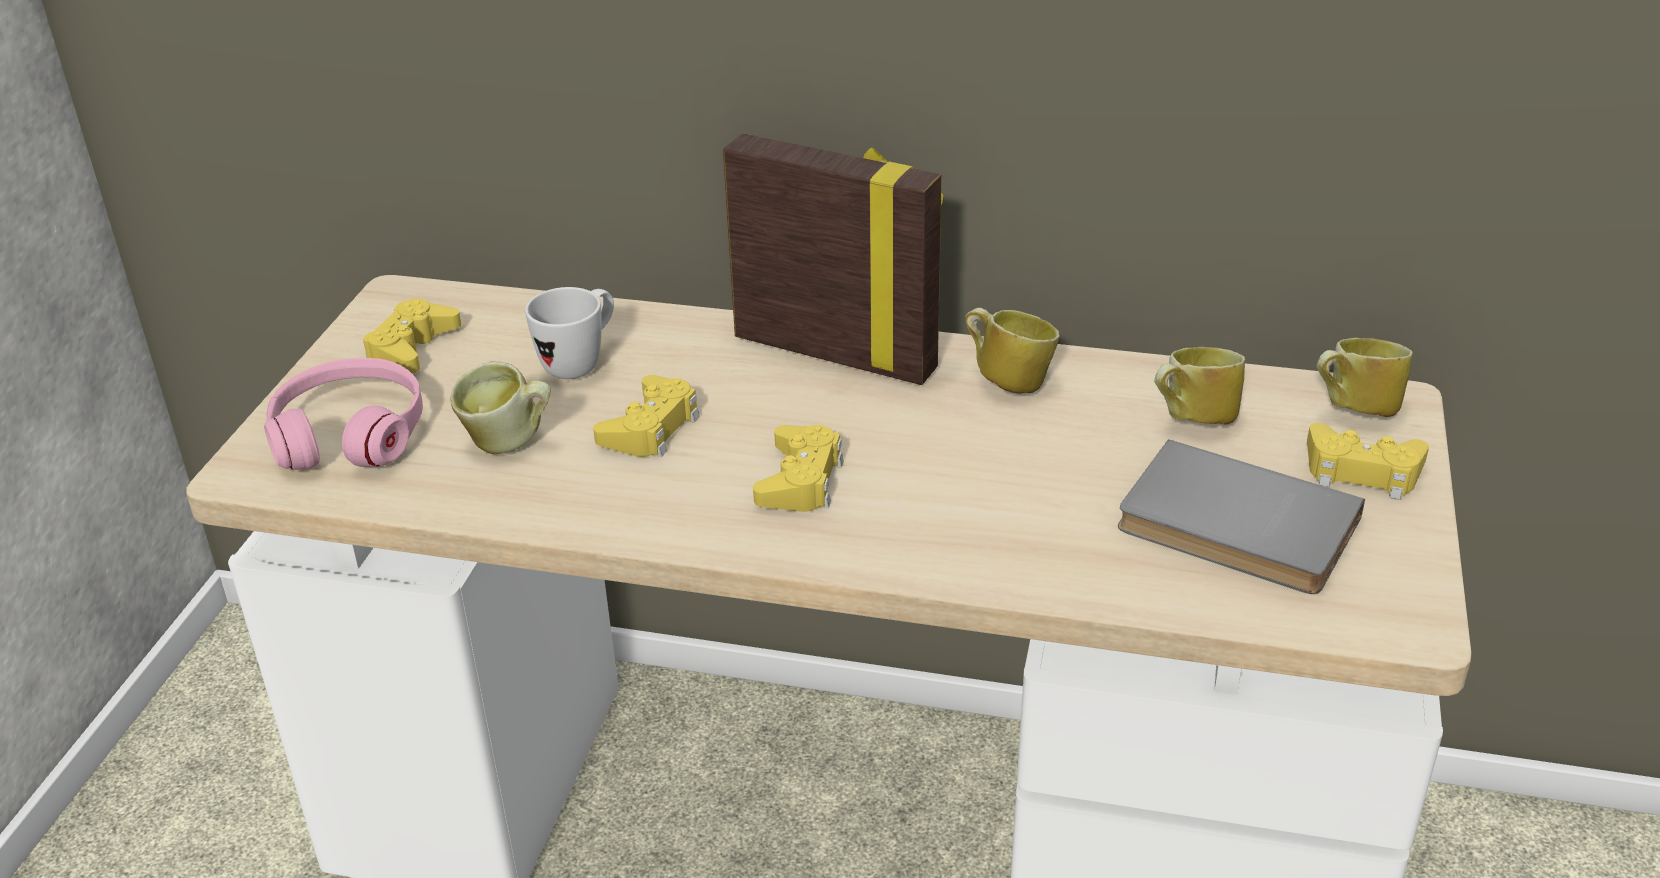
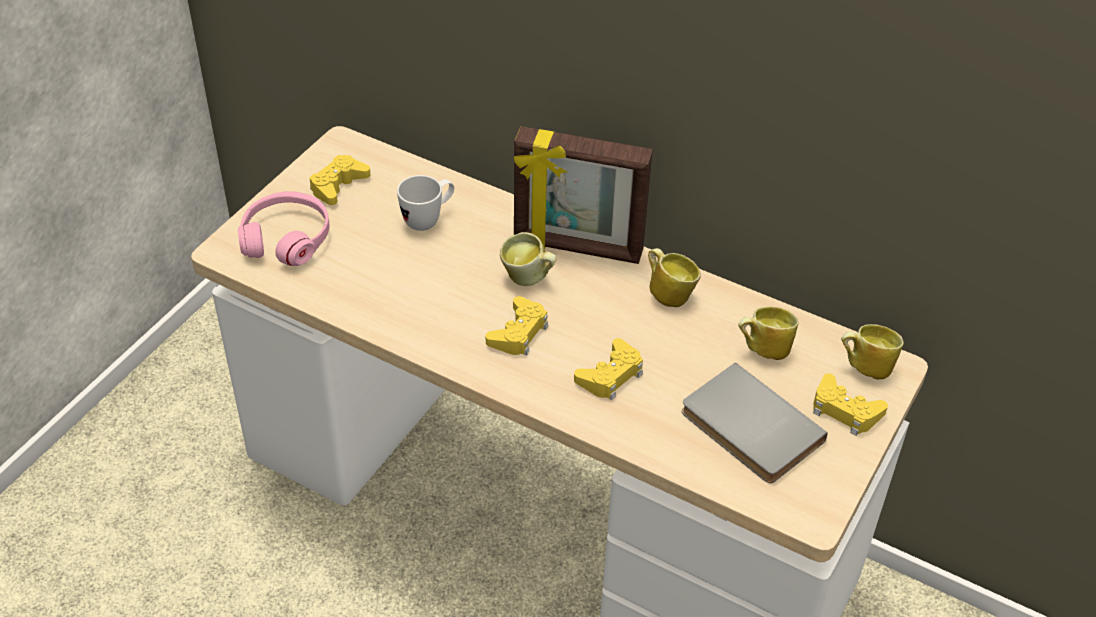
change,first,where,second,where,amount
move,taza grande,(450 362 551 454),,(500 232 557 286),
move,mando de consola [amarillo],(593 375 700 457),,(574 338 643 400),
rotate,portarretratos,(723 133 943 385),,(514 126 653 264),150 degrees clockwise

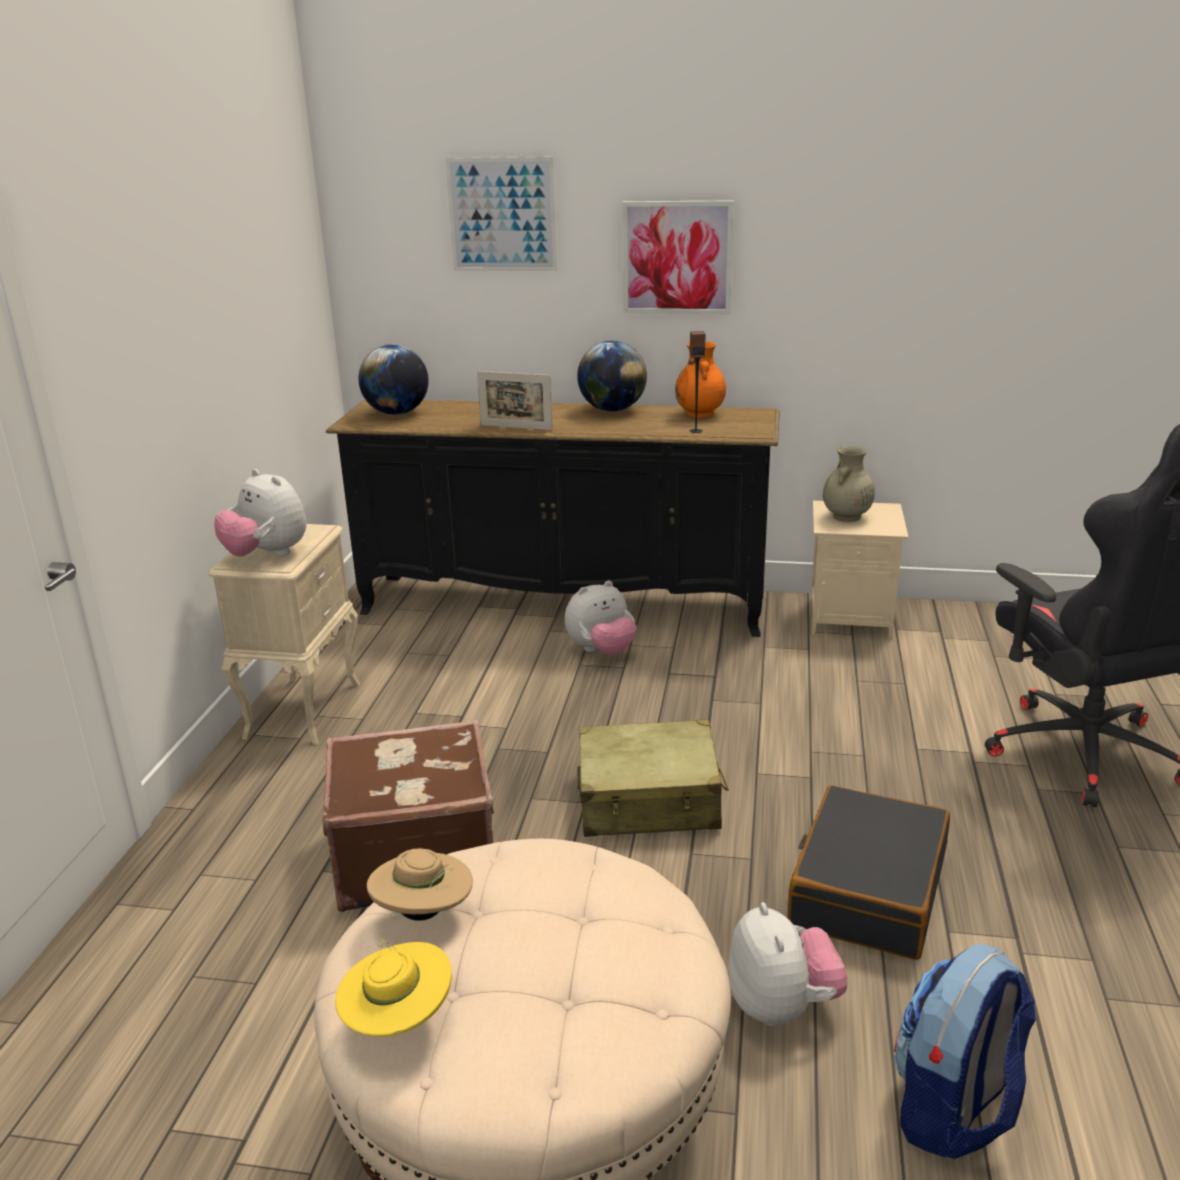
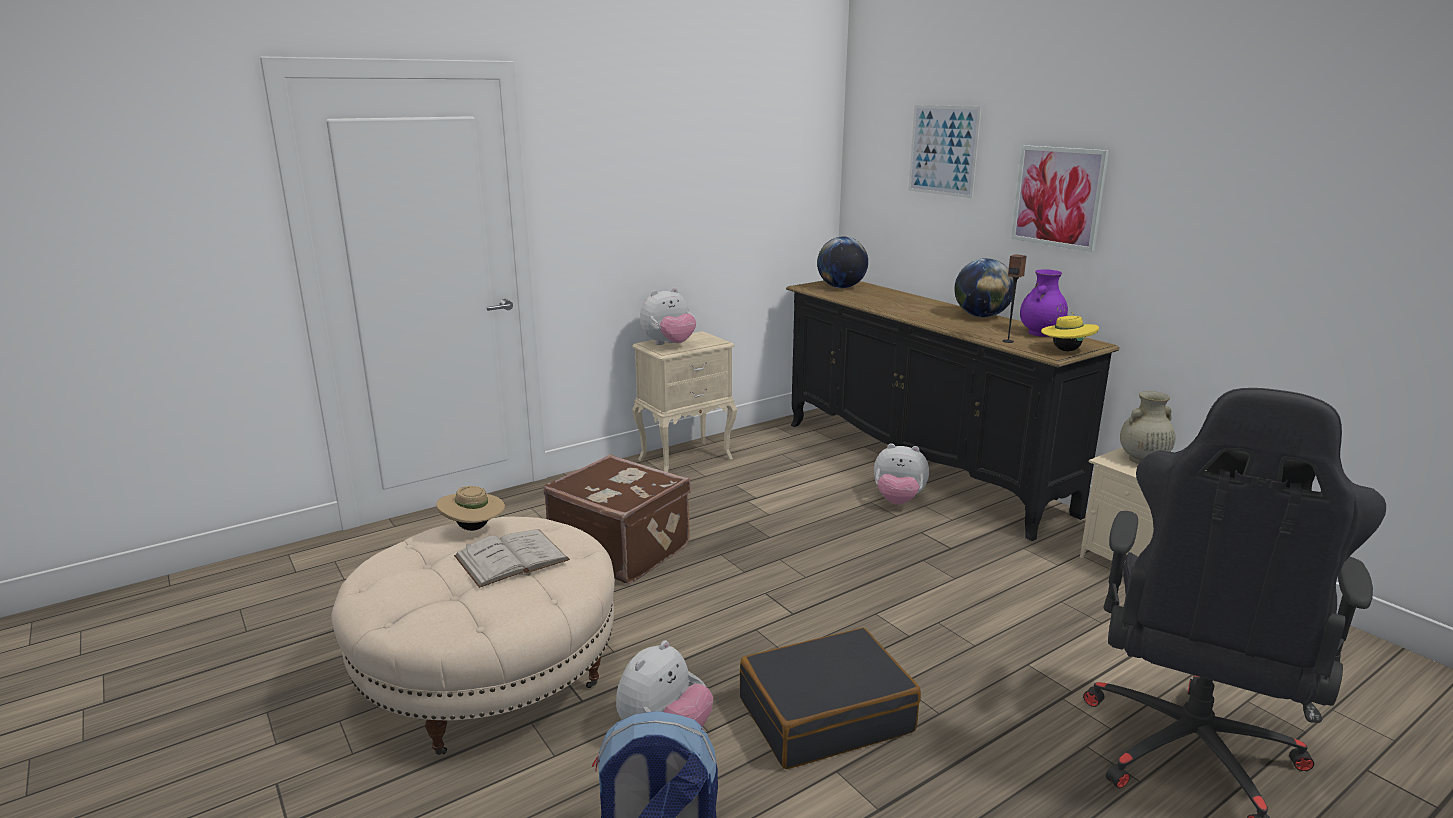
change,first,where,second,where,amount
delete,portarretratos,(477 371 553 430),,,
delete,maleta [beis],(577 719 729 837),,,
insert,,,libro [blanco],(454 529 570 588),
move,sombrero [amarillo],(335 939 452 1037),,(1041 312 1099 351),
recolor,florero [naranja],(675 341 726 418),florero [morado],(1020 269 1068 337),
rotate,peluche,(214 469 307 557),,(640 288 696 345),120 degrees counterclockwise

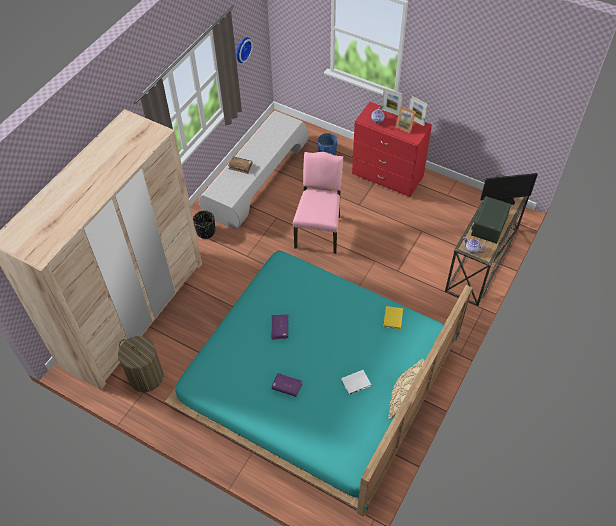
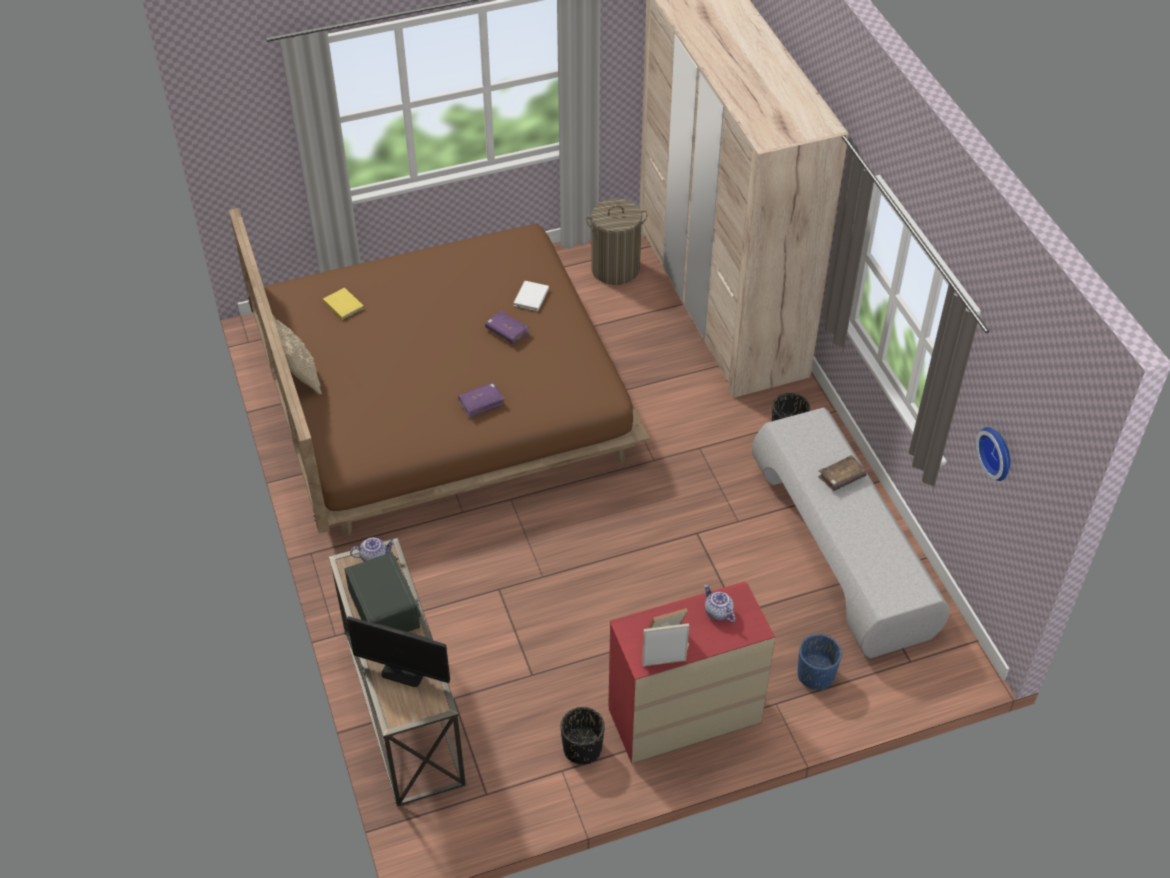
change,first,where,second,where,amount
delete,silla [rosa],(293 152 343 254),,,
delete,portarretratos,(382 88 403 115),,,
insert,,,maceta [negro],(561 707 605 765),
move,libro [morado],(272 373 302 397),,(458 382 504 419),
move,libro [blanco],(341 370 371 395),,(514 281 549 311),
move,libro [amarillo],(383 306 403 329),,(323 287 364 320),
recolor,cama [turquesa],(165 250 472 517),cama [marrón],(229 208 650 536),
rotate,monitor,(480 173 538 205),,(347 616 450 687),105 degrees counterclockwise

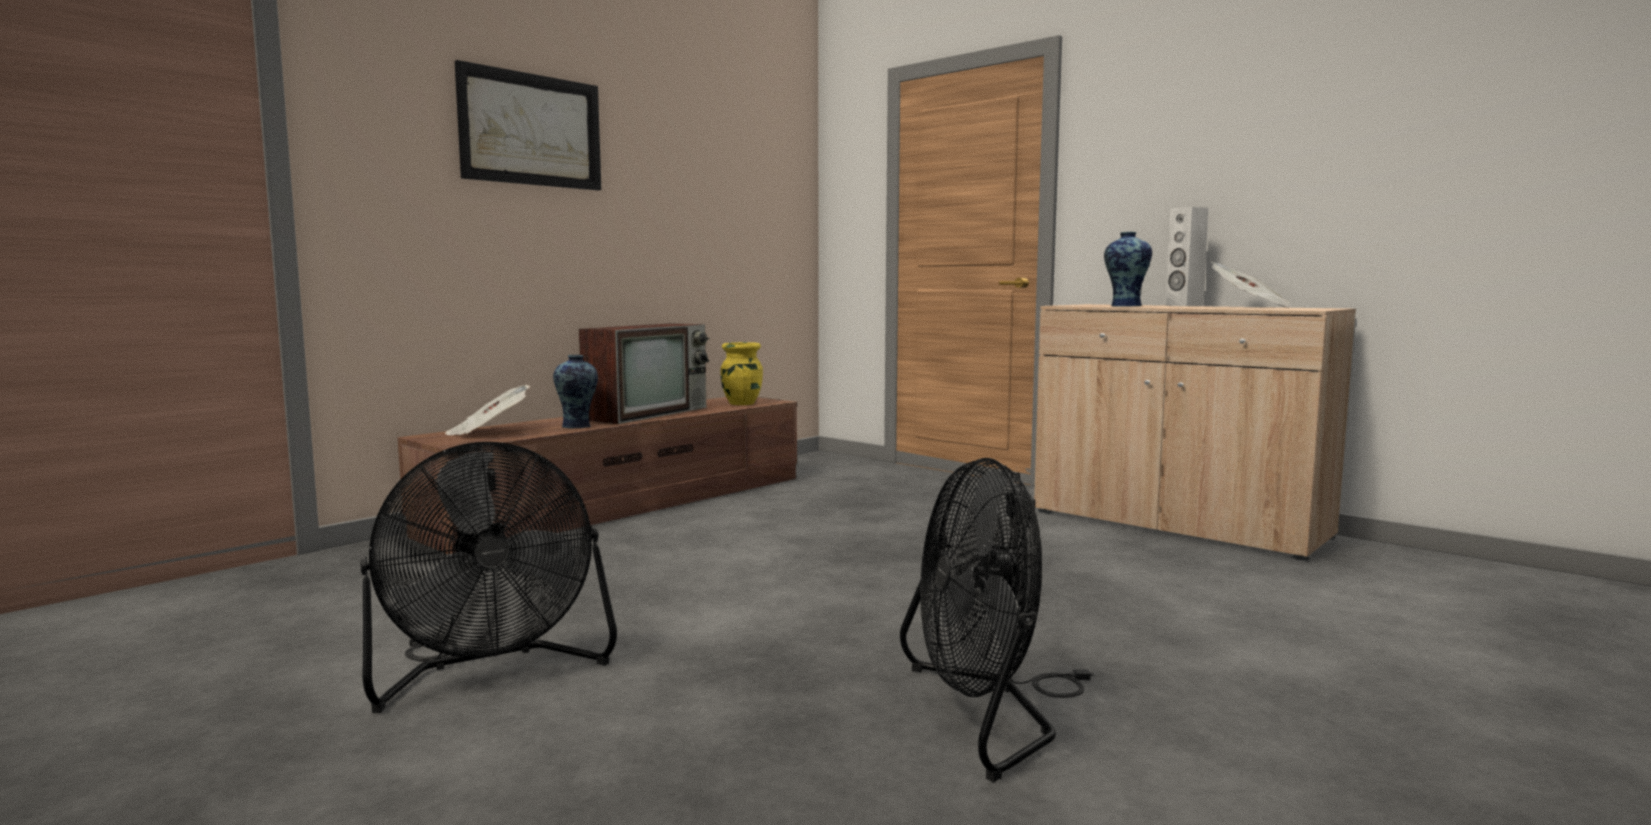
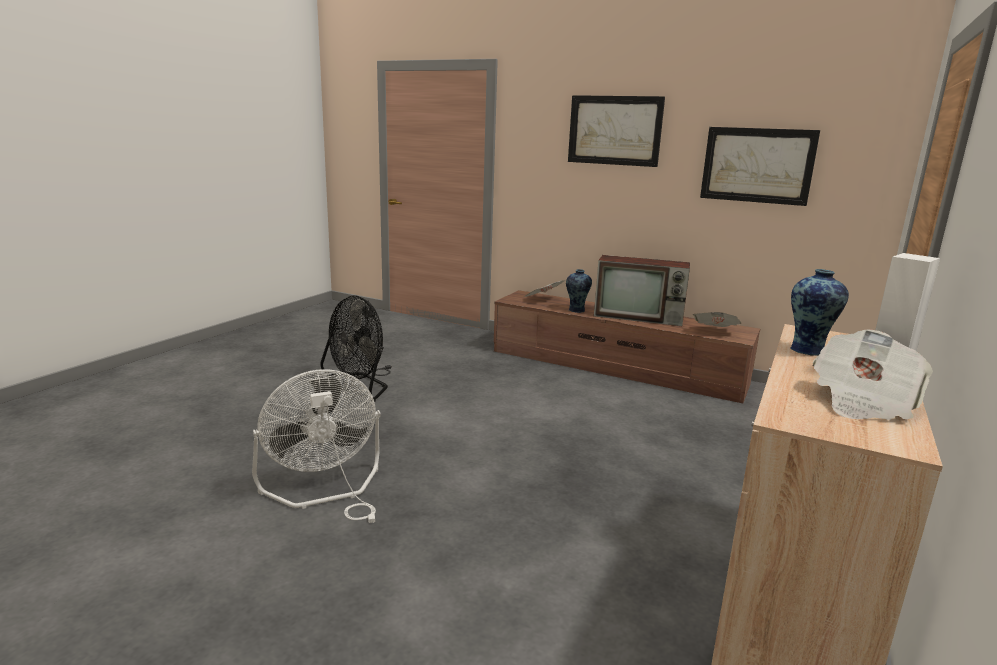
change,first,where,second,where,amount
insert,,,cuadro,(700 127 820 206),
replace,florero [amarillo],(720 342 763 405),periódico,(693 312 741 327),
recolor,ventilador [negro],(900 458 1094 783),ventilador [blanco],(252 369 381 523),

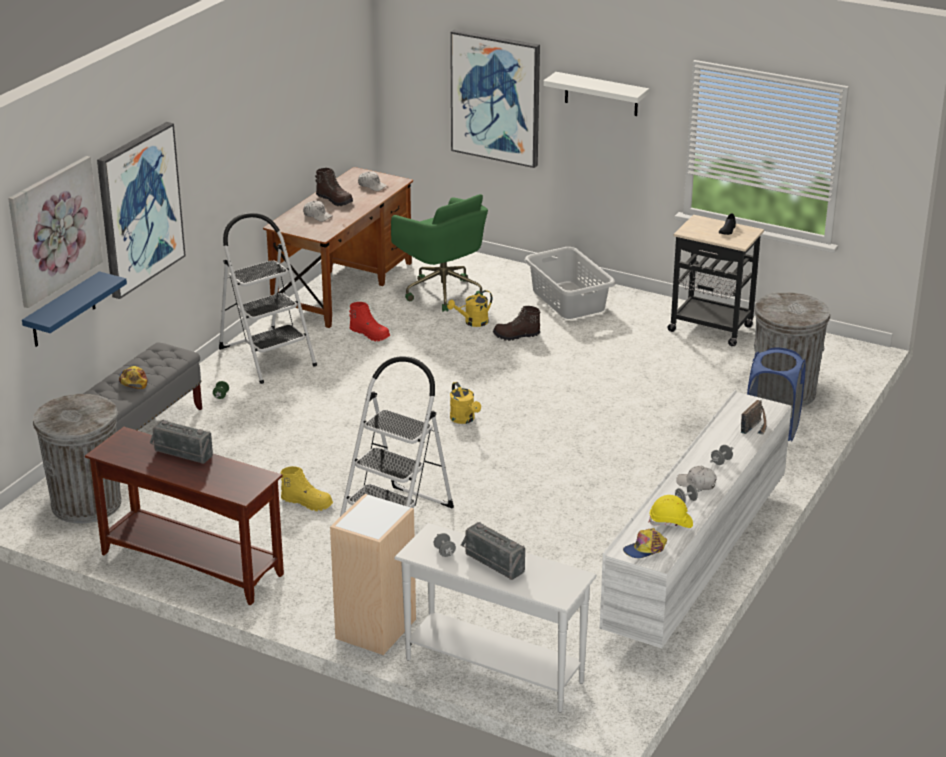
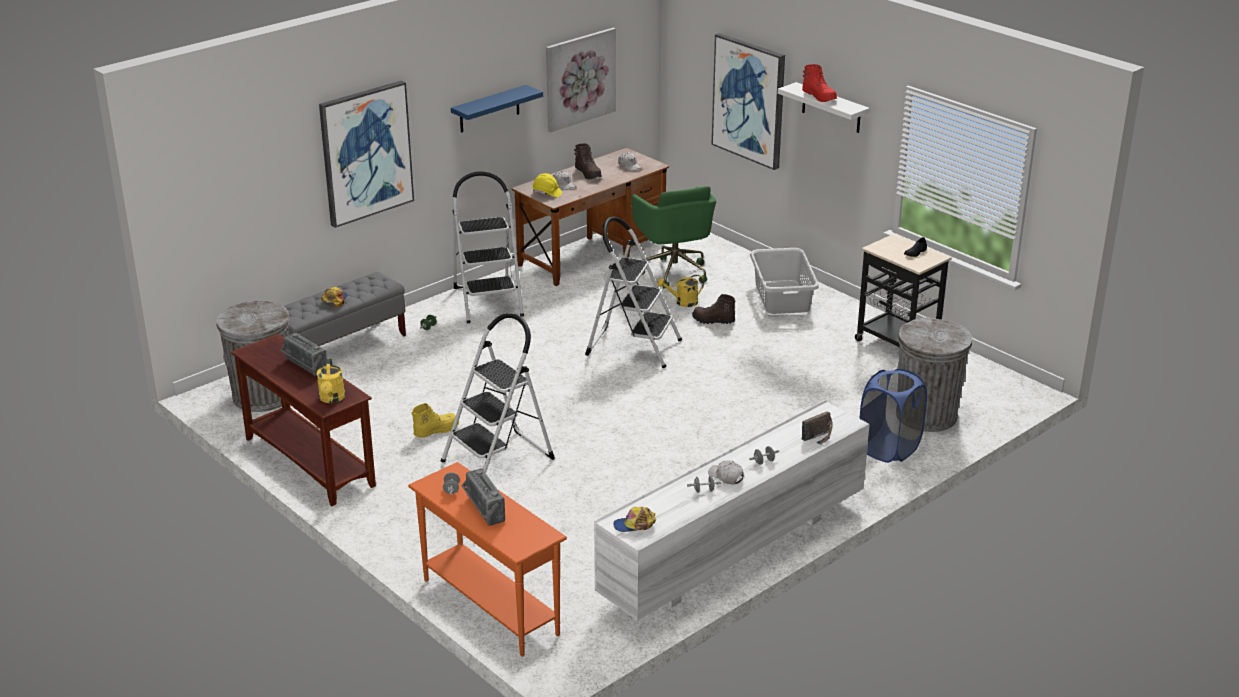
change,first,where,second,where,amount
delete,estantería,(330 494 416 655),,,
insert,,,escalera de tijera,(585 217 682 368),
move,cuadro,(8 156 103 308),,(546 28 616 133),
move,estante [azul],(22 271 127 347),,(451 85 543 133),
move,bota [rojo],(349 302 390 341),,(802 64 837 102),
move,regadera [amarillo],(450 382 481 424),,(317 358 345 403),
move,casco [amarillo],(648 495 693 528),,(532 173 562 197),
recolor,mesa consola [blanco],(395 523 597 713),mesa consola [naranja],(408 462 567 657),
rotate,bota [amarillo],(280 466 333 511),,(412 403 459 438),75 degrees counterclockwise

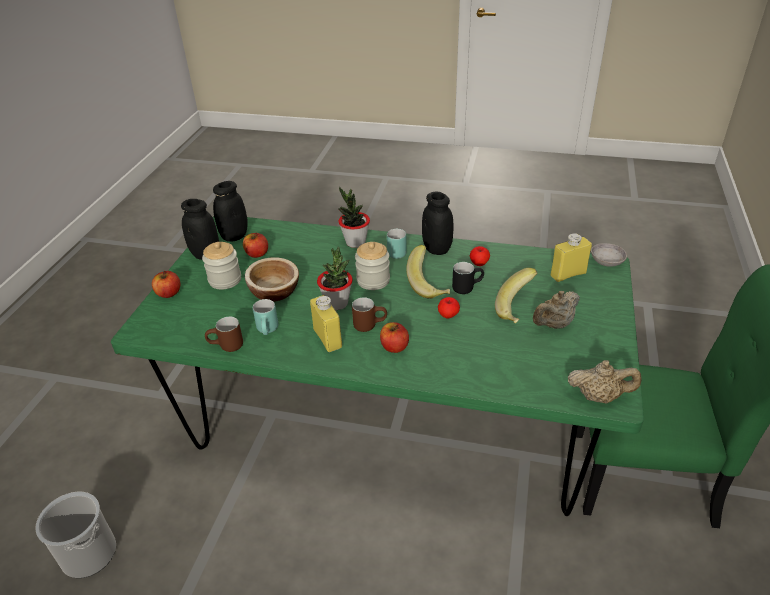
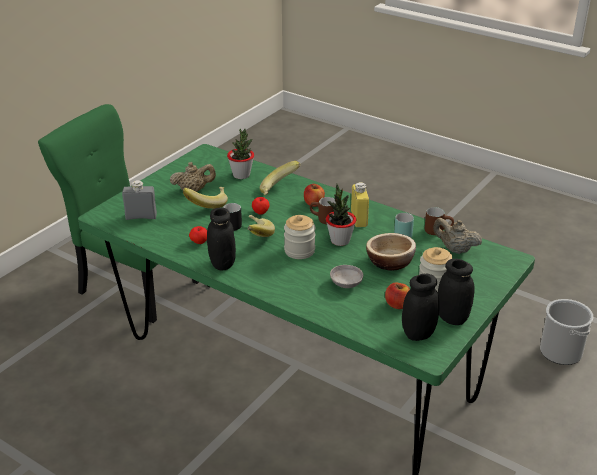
change,first,where,second,where,amount
delete,manzana,(152 271 180 298),,,
delete,taza grande [turquesa],(387 228 407 259),,,
insert,,,plátano,(260 161 300 195),
move,planta en maceta,(338 187 370 248),,(227 129 254 179),
move,tetera [beis],(568 360 642 404),,(433 218 482 254),
move,cuenco [gris],(591 243 627 267),,(330 265 363 288),
recolor,botella [amarillo],(551 233 592 282),botella [gris],(122 180 157 220),

